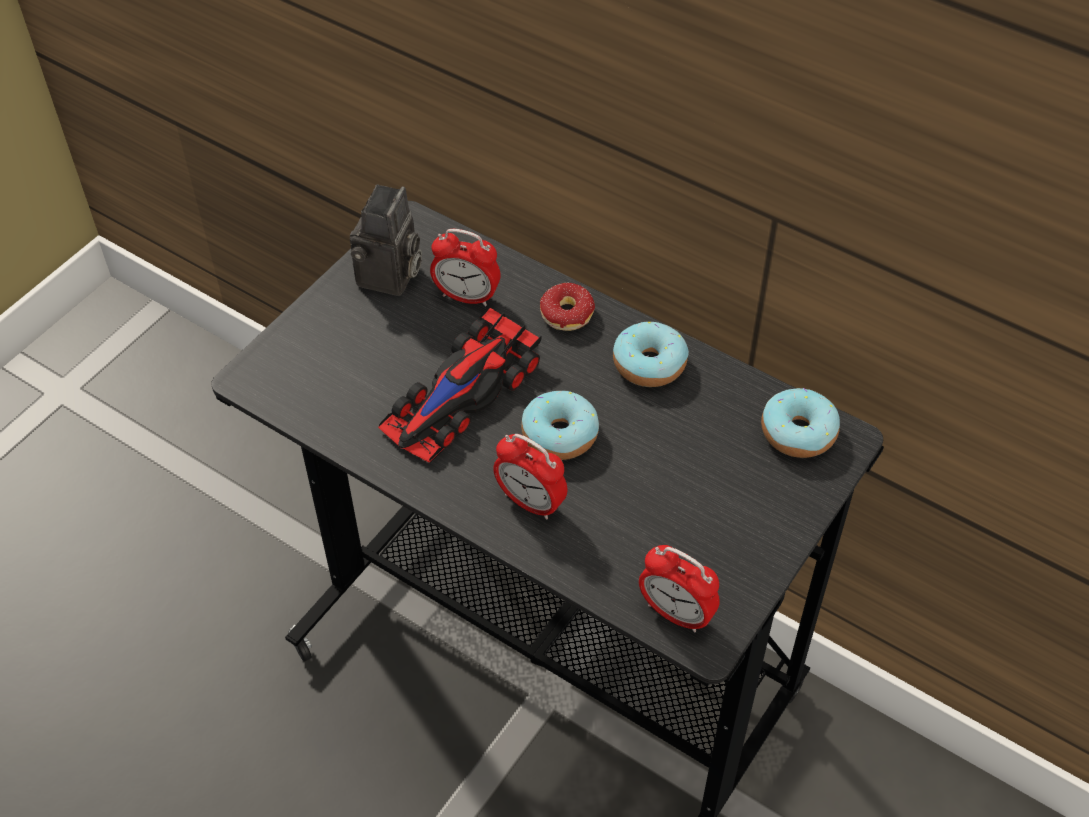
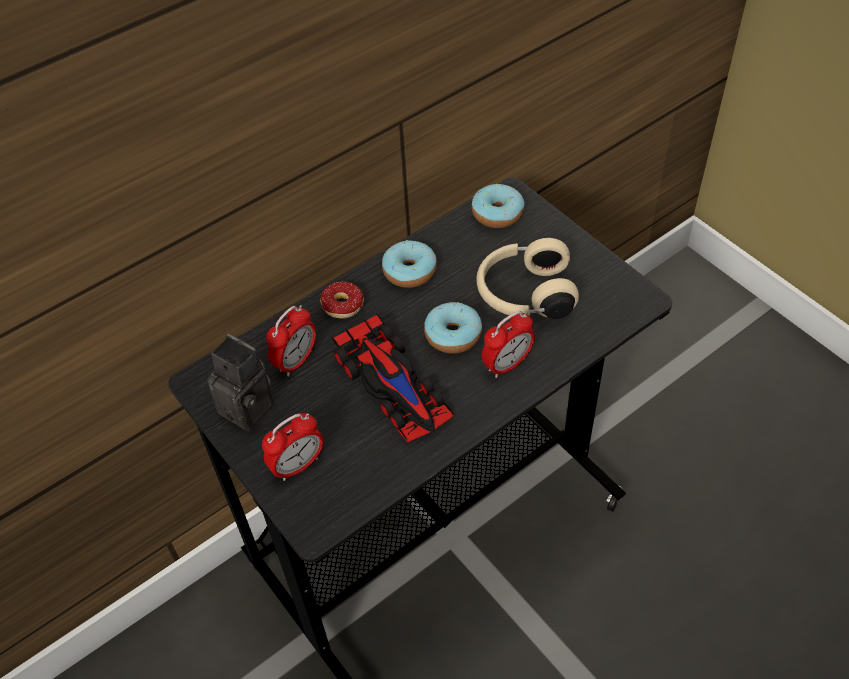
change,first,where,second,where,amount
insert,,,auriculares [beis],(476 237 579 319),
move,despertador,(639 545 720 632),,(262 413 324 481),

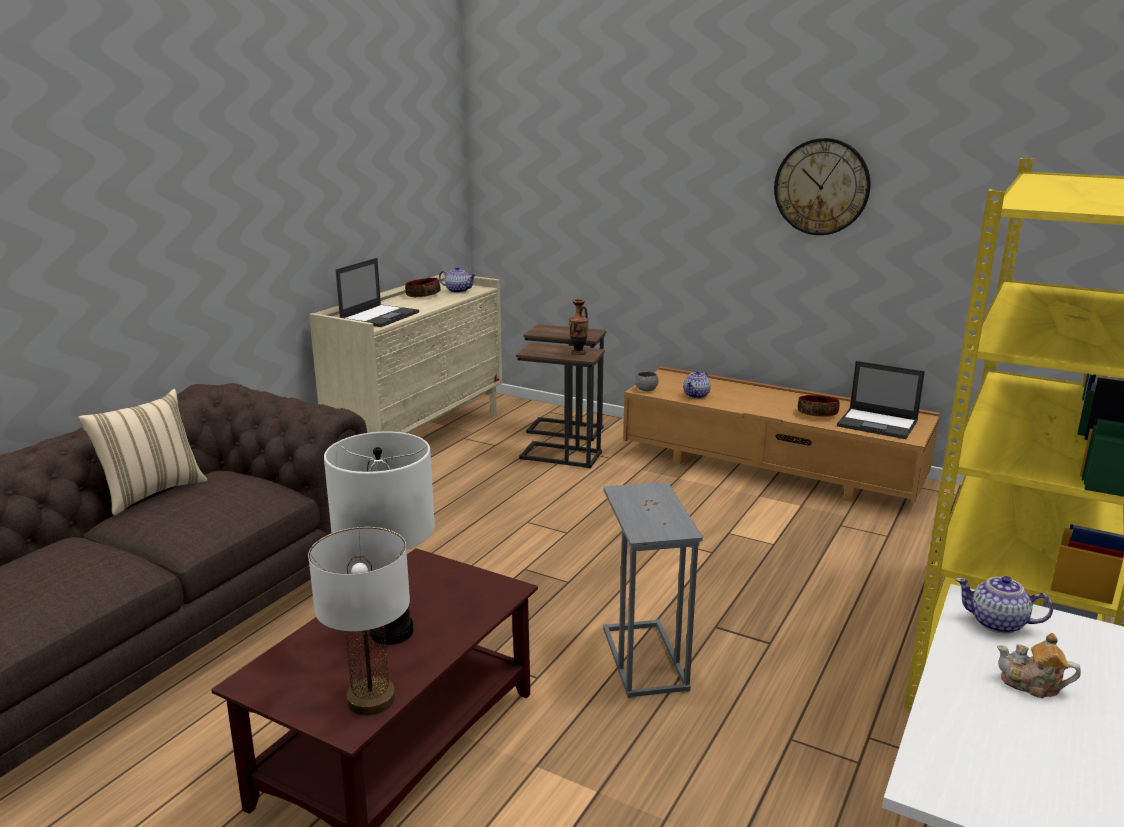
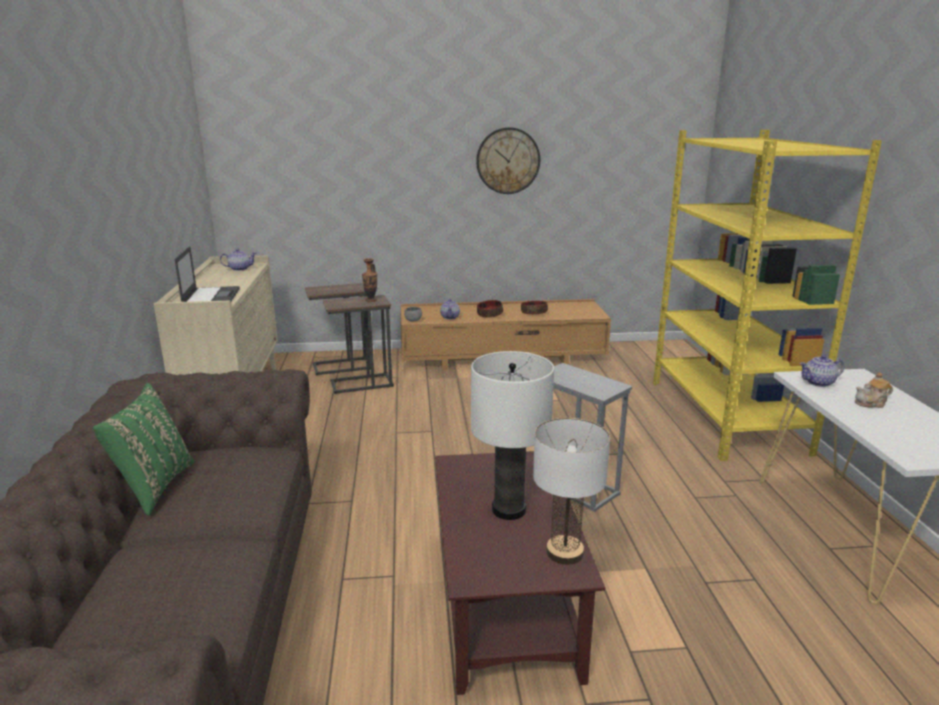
change,first,where,second,where,amount
delete,portátil,(837 361 925 439),,,
move,cuenco,(405 278 441 297),,(477 300 503 317),
recolor,cojín [beis],(78 389 207 515),cojín [verde],(93 383 194 516),

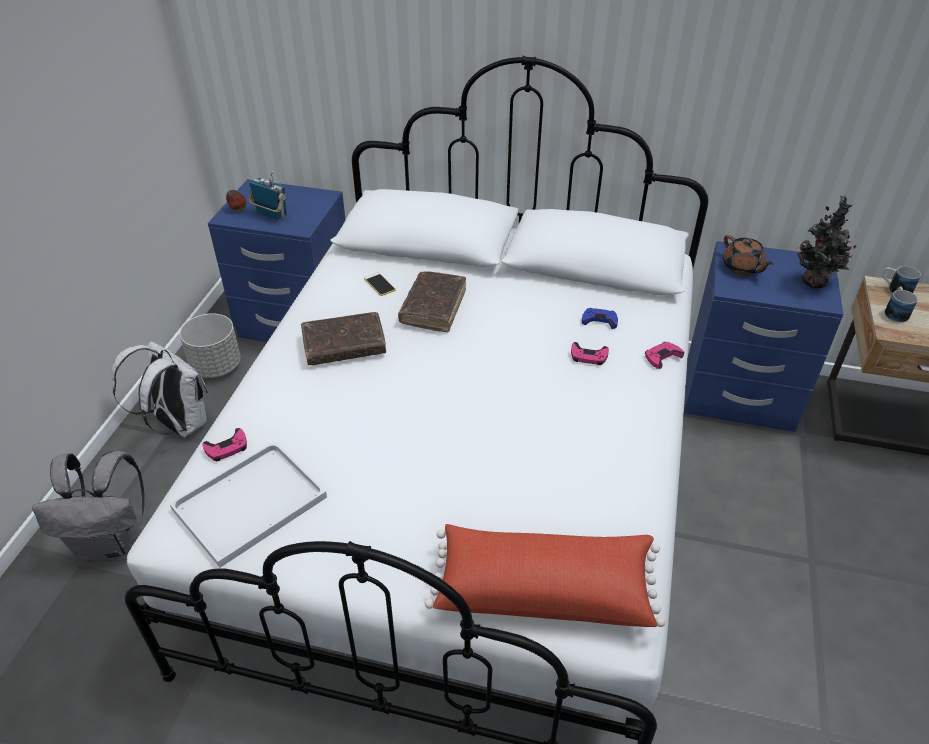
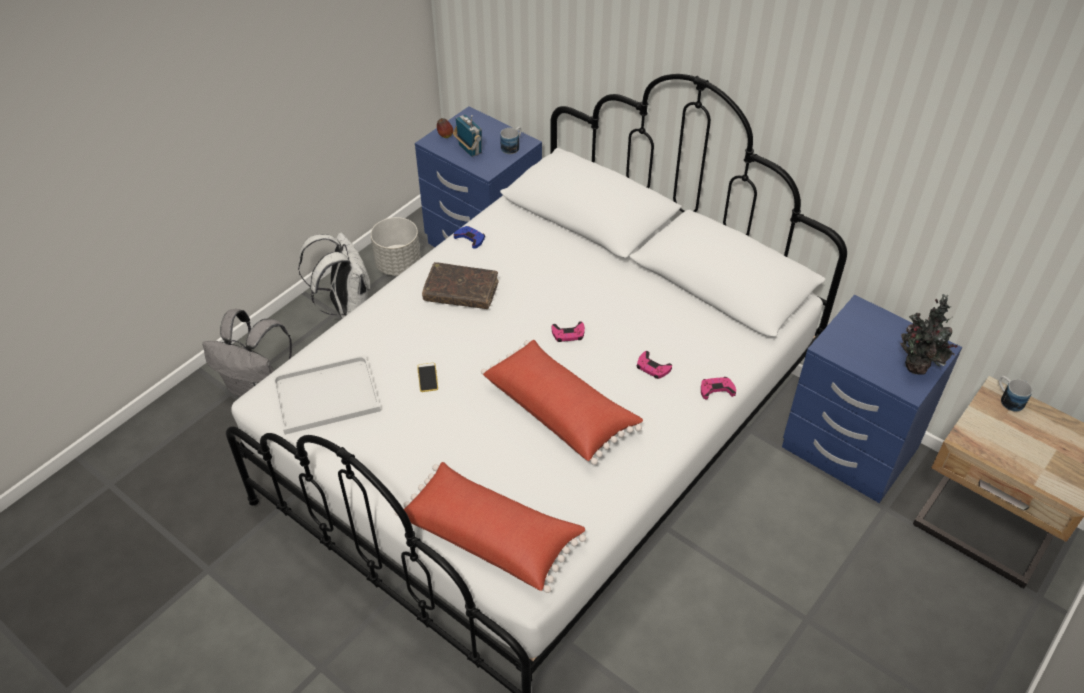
change,first,where,second,where,amount
delete,libro [marrón],(398 272 466 332),,,
delete,tetera [marrón],(722 235 774 275),,,
insert,,,cojín [rojo],(481 340 643 465),
move,mando de consola [rosa],(202 428 247 461),,(552 321 585 342),
move,móvil,(364 273 396 296),,(417 363 438 392),
move,mando de consola [azul],(582 308 618 329),,(454 226 485 249),
move,taza grande,(885 286 918 322),,(500 127 522 154),

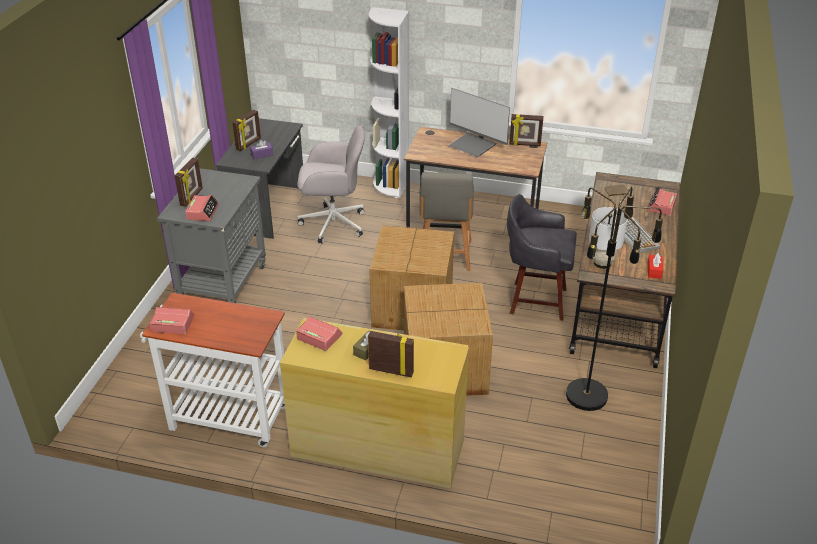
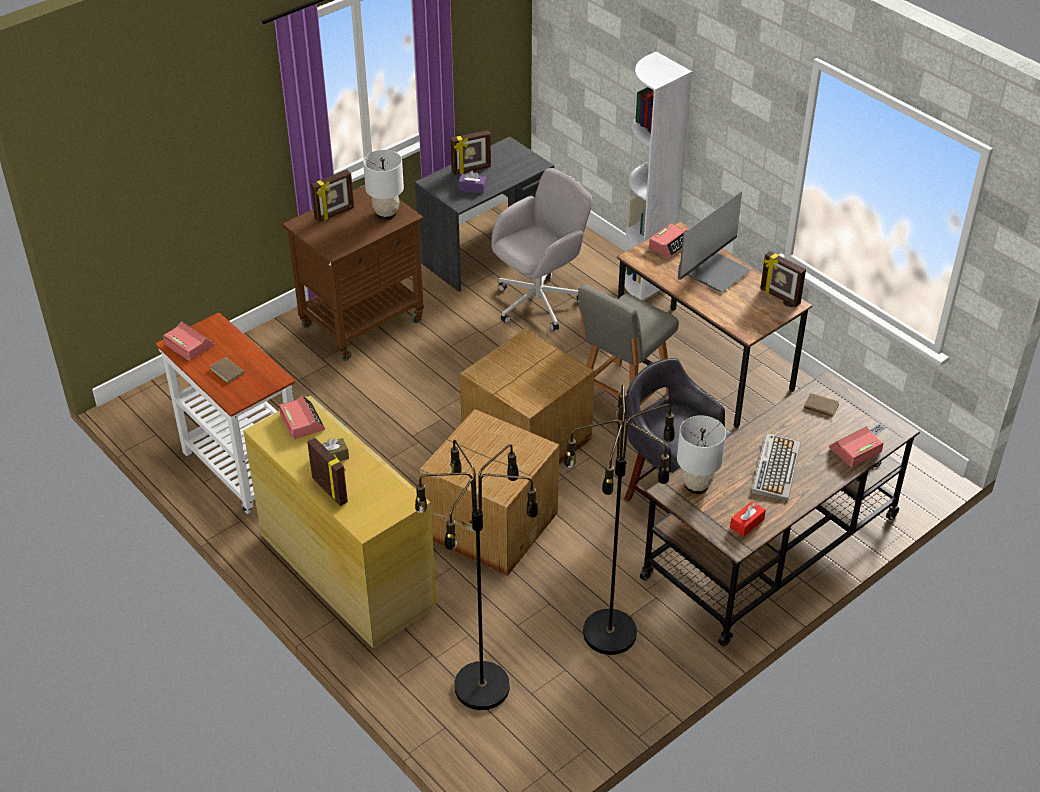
change,first,where,second,where,amount
insert,,,libro [marrón],(209 354 244 383),
insert,,,lámpara de mesa [blanco],(363 150 404 220),
insert,,,lámpara de pie,(415 440 538 710),
move,despertador,(185 194 219 221),,(649 224 688 259),
recolor,carrito [gris],(157 168 266 303),carrito [marrón],(282 185 424 361),
rotate,silla de oficina [gris],(297 125 365 244),,(491 168 592 331),75 degrees counterclockwise
rotate,monitor,(449 88 510 157),,(678 192 751 292),120 degrees counterclockwise

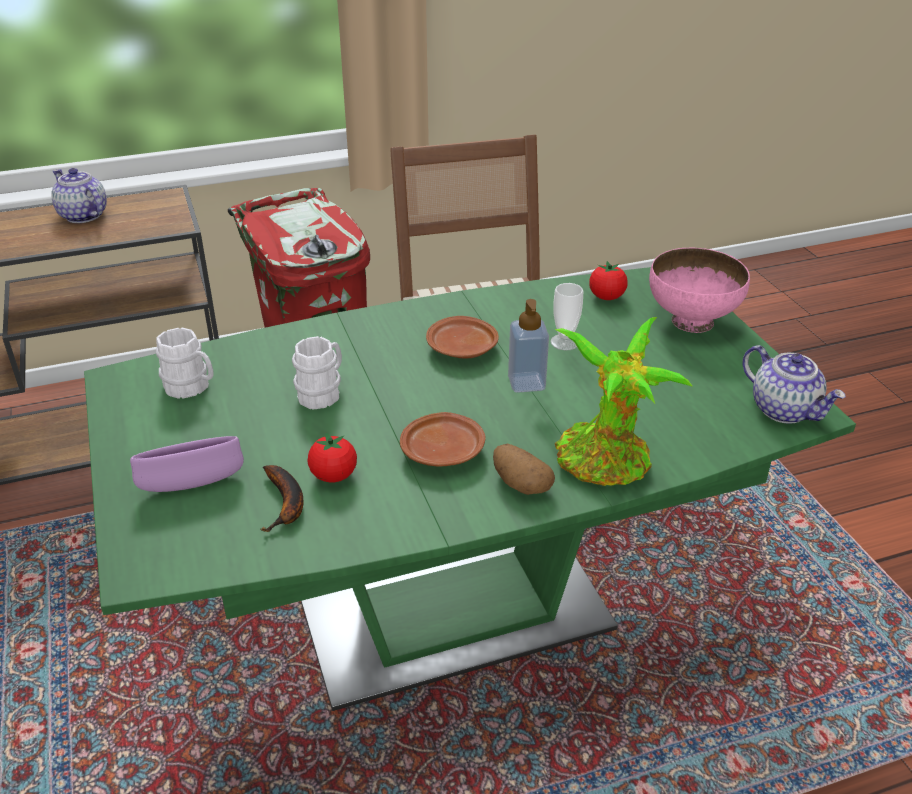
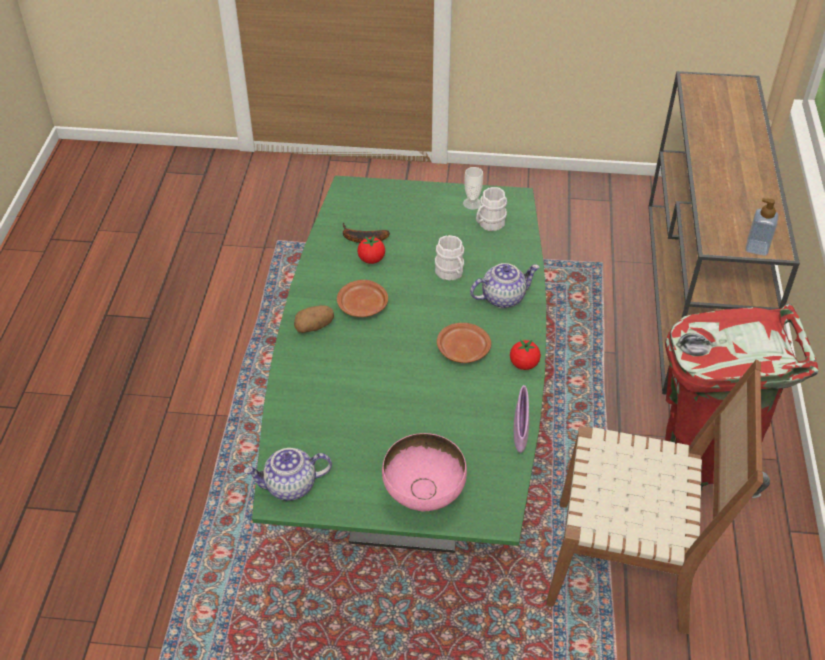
change,first,where,second,where,amount
delete,planta en maceta,(555 317 693 486),,,
move,tetera,(51 168 107 223),,(470 263 540 308),
move,cuenco [morado],(130 436 244 492),,(514 385 529 453),
move,dispensador de jabón,(508 299 549 393),,(746 198 778 256),
move,taza,(550 283 583 350),,(463 167 483 210),
move,tomate,(589 261 628 300),,(510 340 541 370),

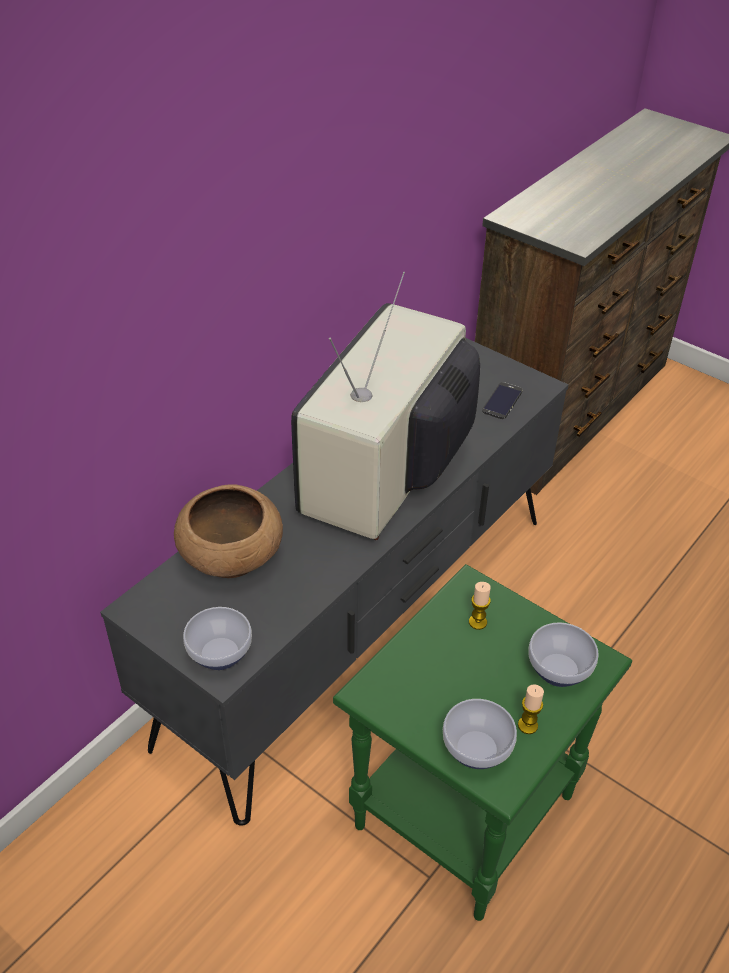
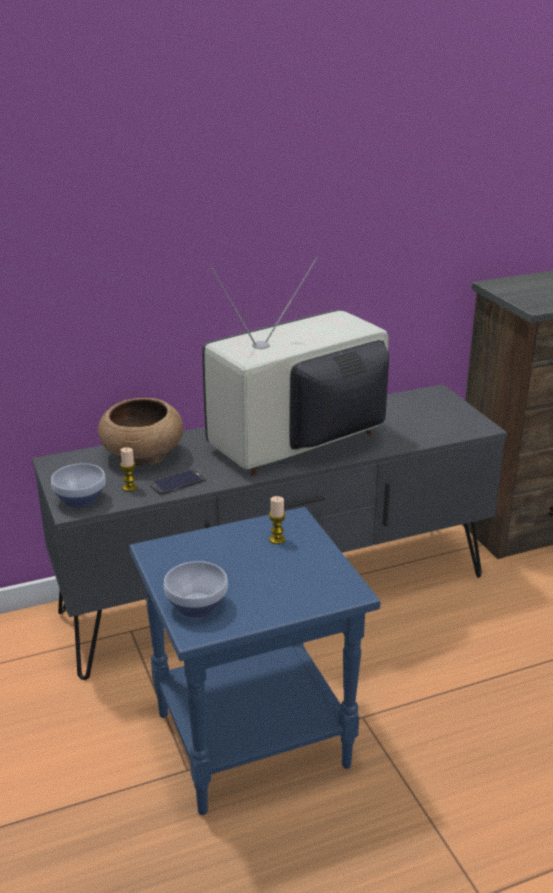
change,first,where,second,where,amount
delete,cuenco,(528 622 599 687),,,
move,móvil,(482 382 522 419),,(150 469 206 495),
move,vela,(518 685 544 734),,(120 447 137 492),
recolor,mesa auxiliar [verde],(333 564 632 921),mesa auxiliar [azul],(129 507 380 815),

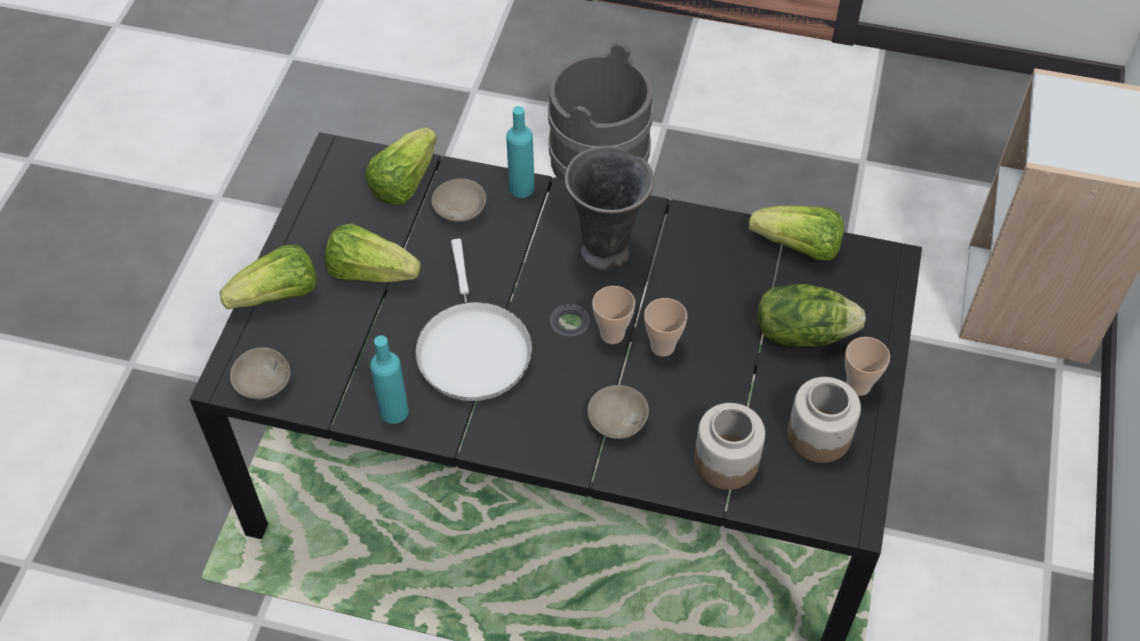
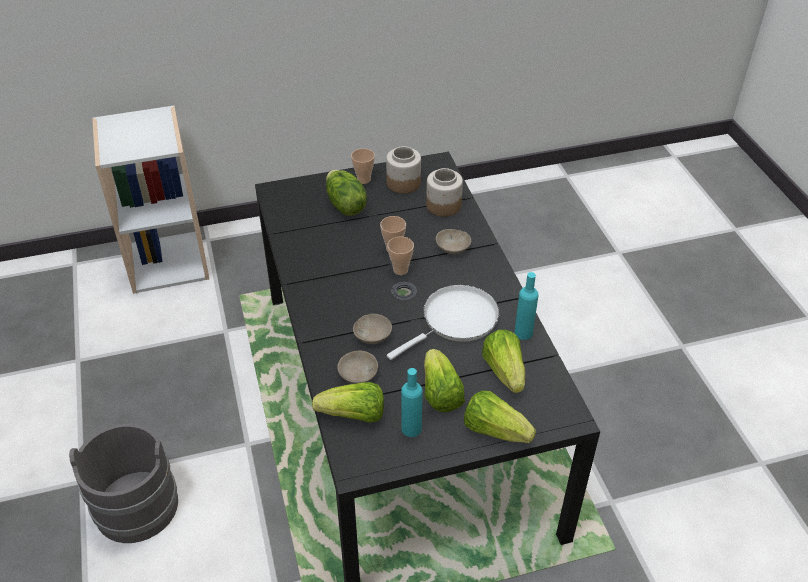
change,first,where,second,where,amount
delete,florero [gris],(565 146 654 271),,,
move,cuenco [beis],(230 347 290 400),,(353 314 392 344),
move,botella [turquesa],(506 106 535 198),,(401 368 423 437),
move,lechuga,(749 206 844 261),,(482 330 525 393),

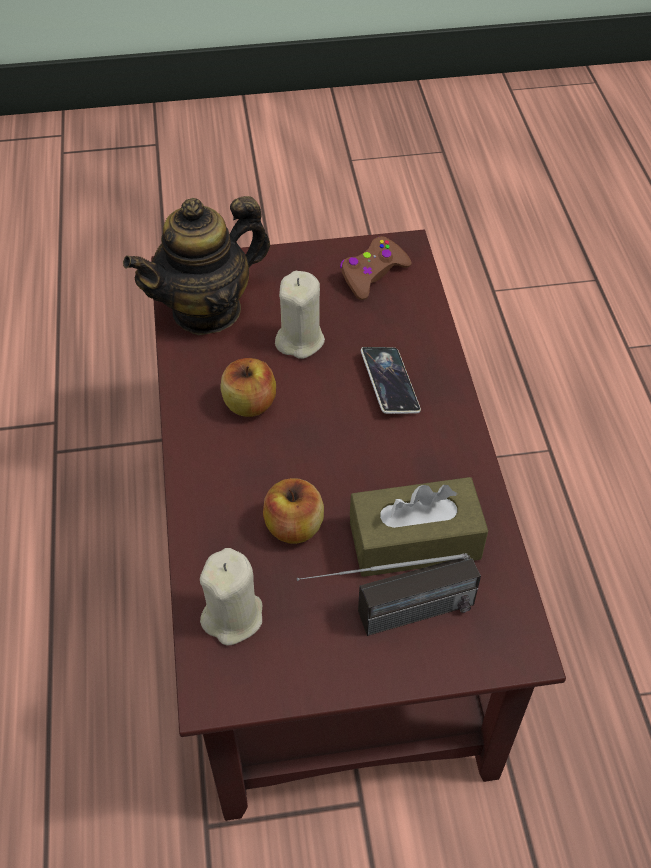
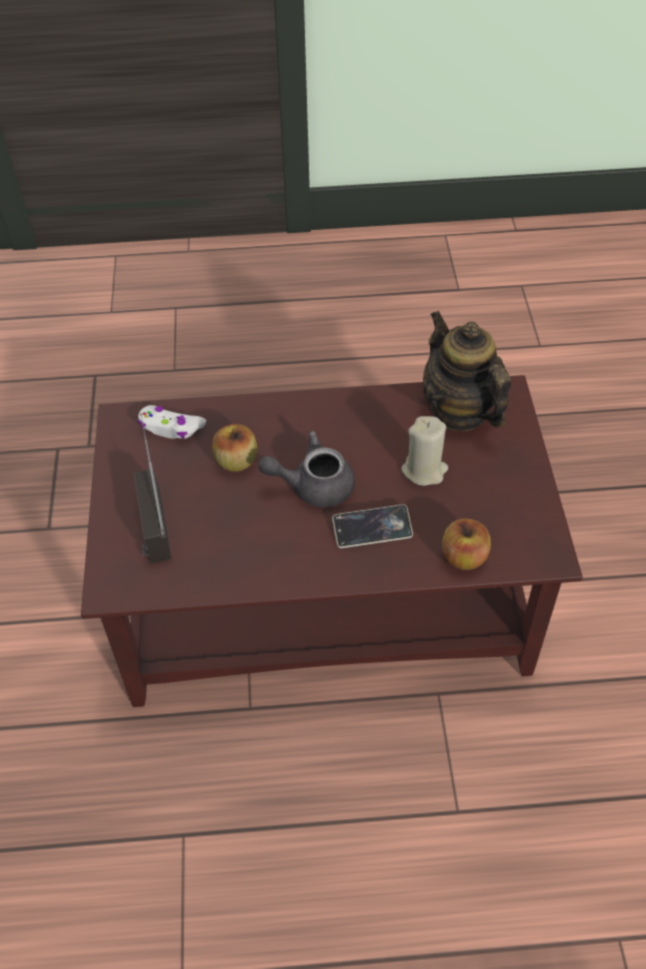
change,first,where,second,where,amount
delete,mando de consola [marrón],(340 236 412 300),,,
delete,caja de pañuelos [marrón],(350 477 488 577),,,
insert,,,tetera [gris],(258 431 355 508),
move,manzana,(221 358 276 417),,(442 519 491 570),
replace,vela [beis],(200 548 263 646),mando de consola [blanco],(138 405 206 439),

